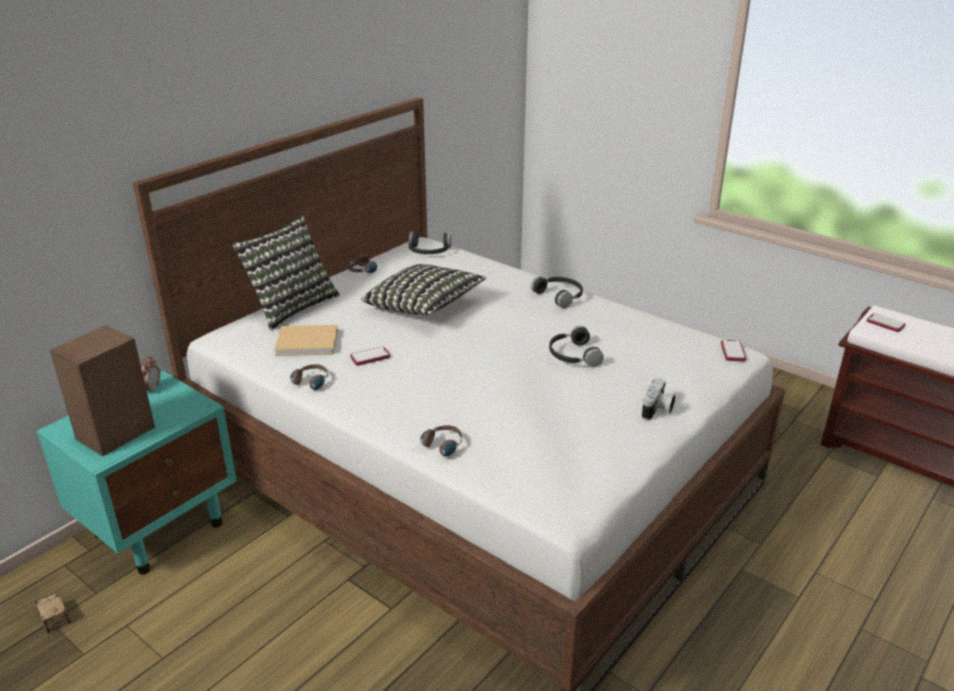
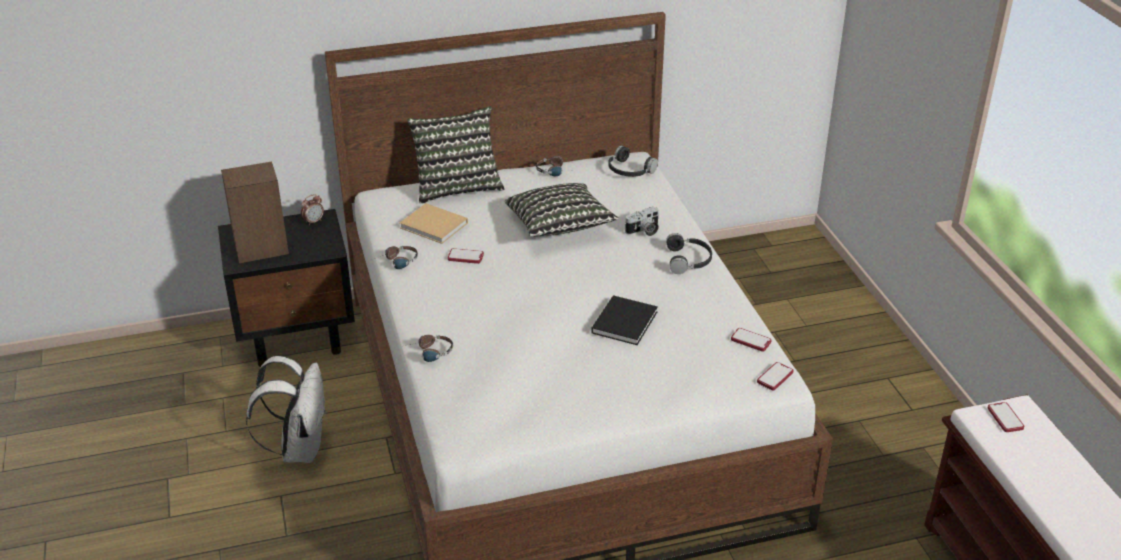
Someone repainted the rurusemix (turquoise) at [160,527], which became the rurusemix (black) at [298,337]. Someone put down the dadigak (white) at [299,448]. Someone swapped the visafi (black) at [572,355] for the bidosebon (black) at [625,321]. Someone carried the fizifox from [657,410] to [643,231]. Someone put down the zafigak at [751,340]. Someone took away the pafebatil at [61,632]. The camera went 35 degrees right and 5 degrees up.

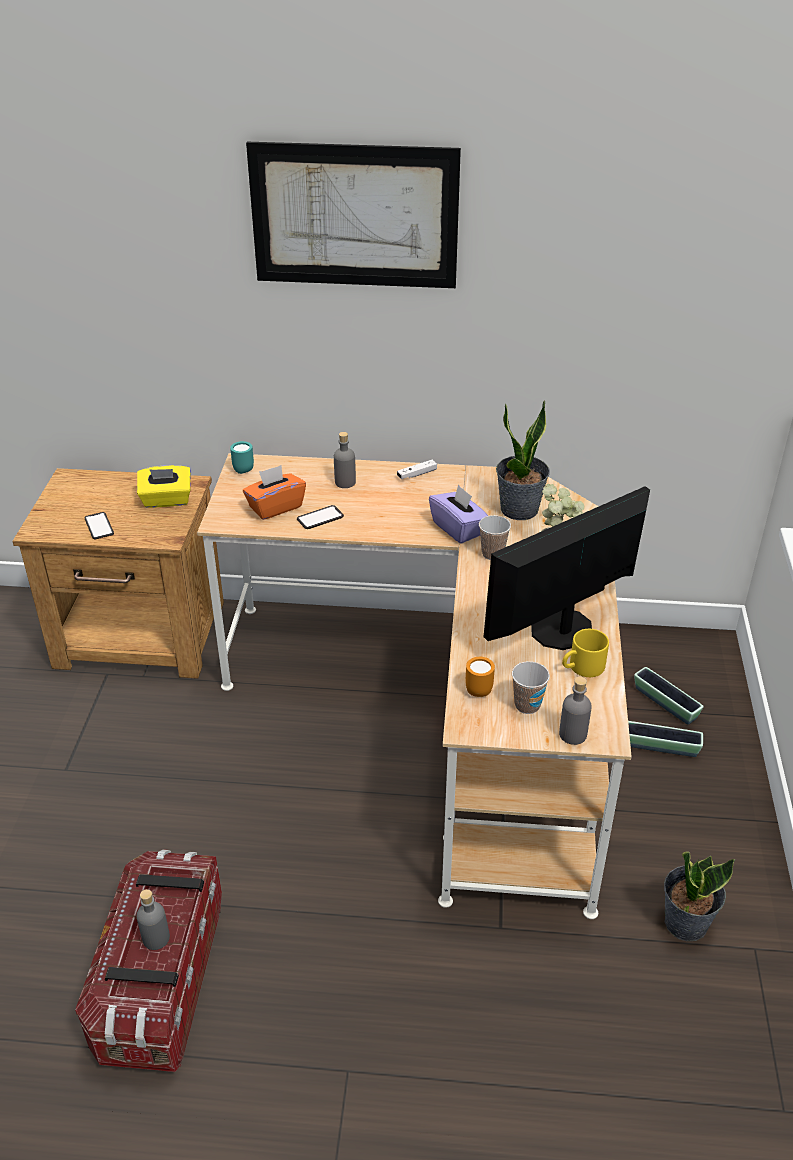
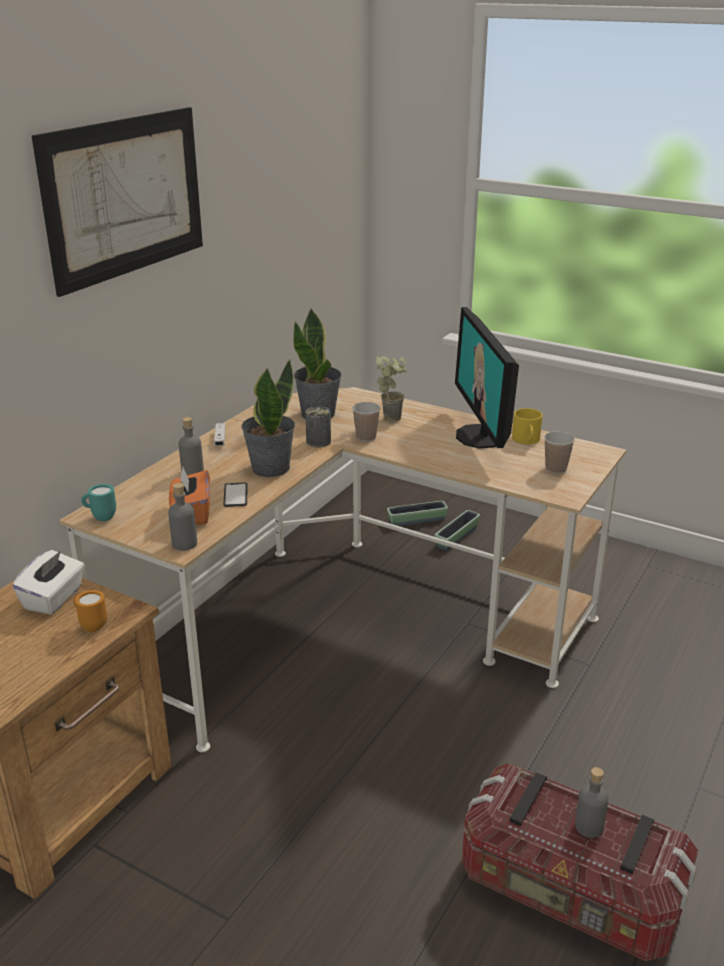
Someone repainted the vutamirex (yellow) at [166,500], which became the vutamirex (white) at [54,598]. Someone carried the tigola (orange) from [478,689] to [91,626]. Someone carried the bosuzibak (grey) from [573,734] to [184,544]. Someone carried the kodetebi from [685,922] to [270,468]. Someone swapped the vutamirex (purple) at [458,528] for the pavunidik at [318,441]. Someone took away the zafigak at [99,526]. The camera went 65 degrees left and 10 degrees down.

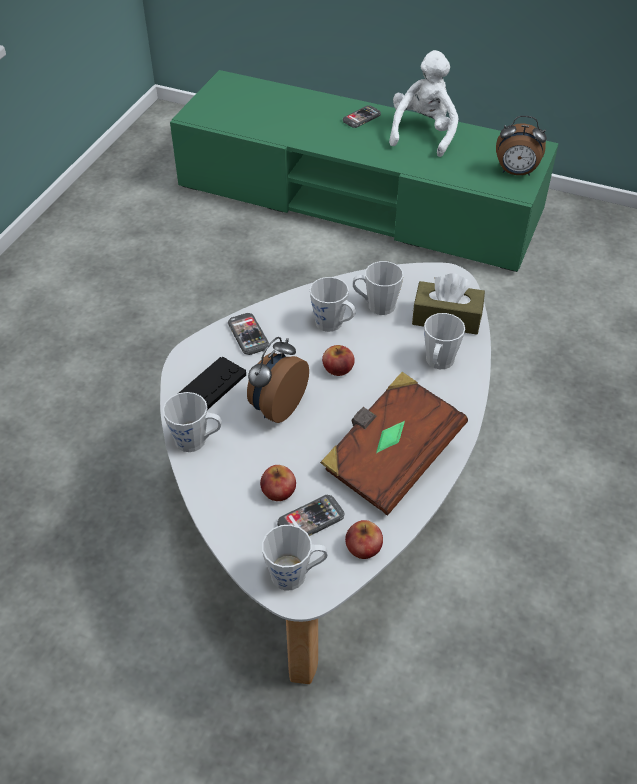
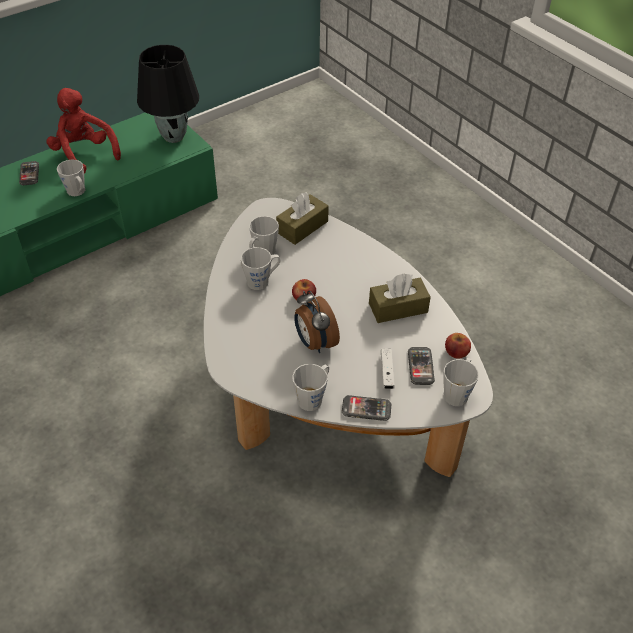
Someone repainted the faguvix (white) at [423,133], which became the faguvix (red) at [84,154]. Someone carried the tigola (grey) from [438,363] to [78,192]. Someone swapped the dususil at [516,173] for the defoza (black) at [174,136]. Someone carried the zafigak from [248,335] to [366,409]. Someone swapped the bidosebon (brown) at [390,458] for the vutamirex (brown) at [398,308]. Someone swapped the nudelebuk at [278,490] for the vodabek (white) at [387,372]. Someone took away the vodabek (black) at [212,386]. The camera went 60 degrees left and 0 degrees up.

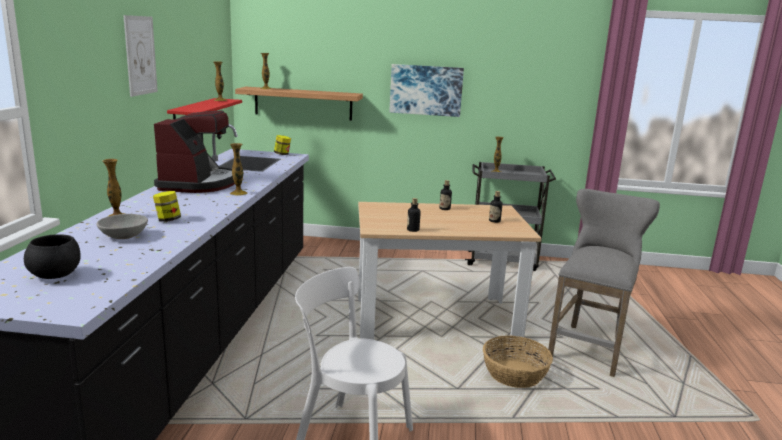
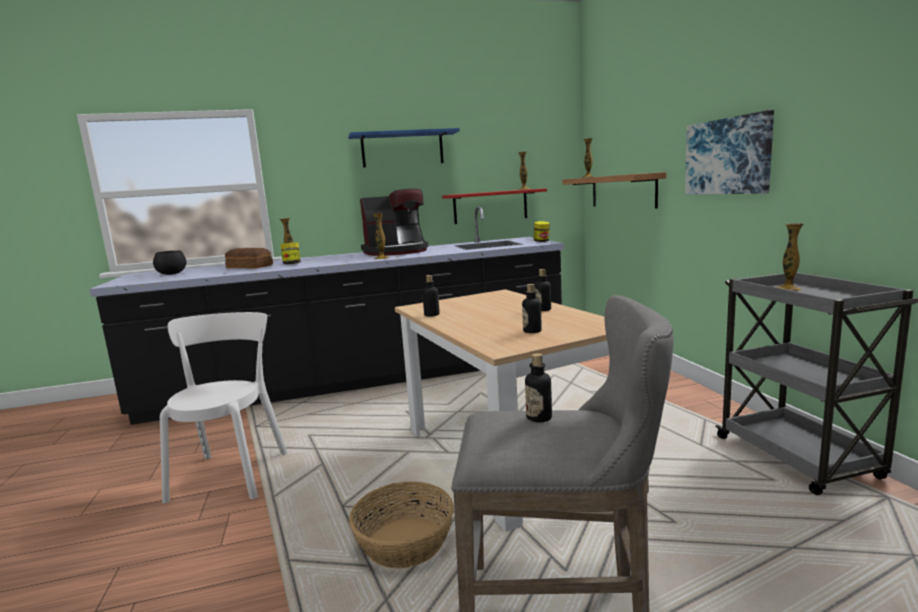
Someone swapped the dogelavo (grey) at [124,236] for the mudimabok at [249,267]. Someone swapped the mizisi at [140,55] for the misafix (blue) at [402,149]. Someone put down the bosuzibak at [539,418]. The camera went 70 degrees right and 5 degrees down.

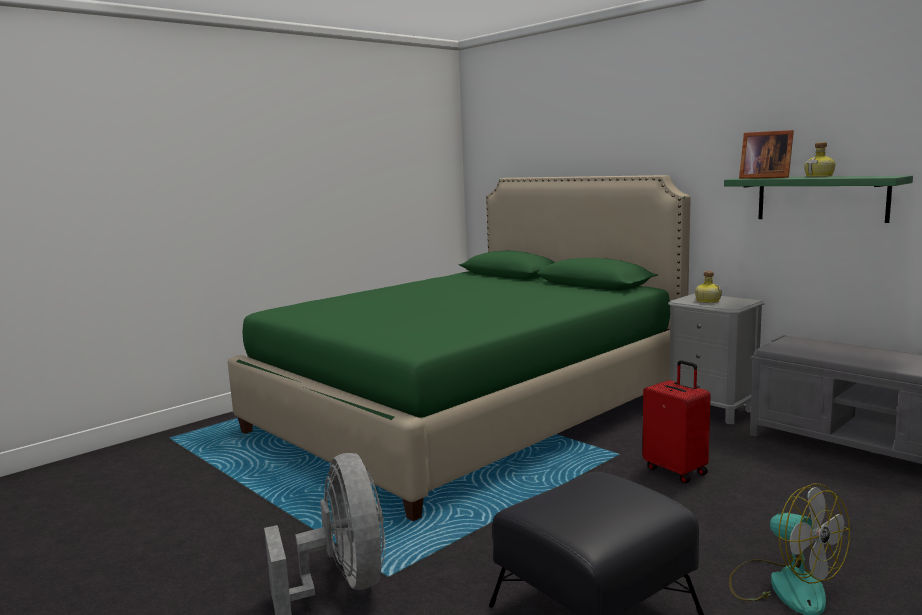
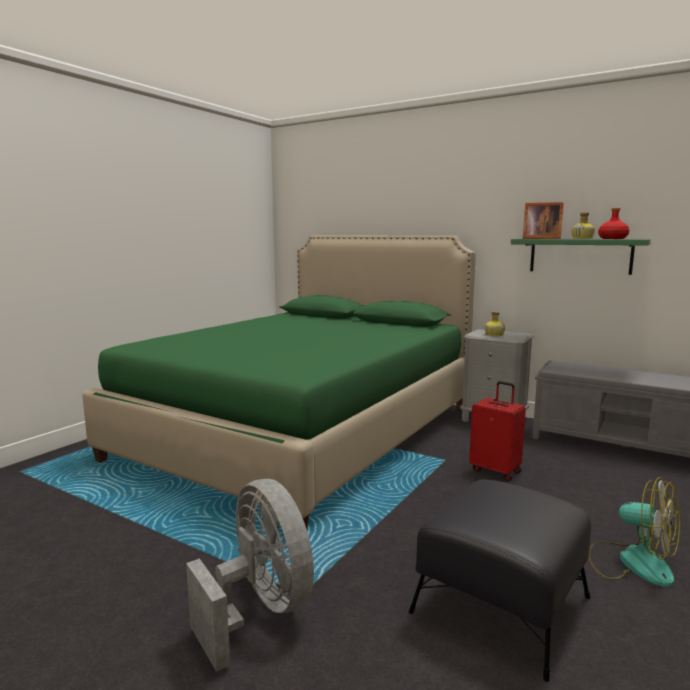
Someone put down the bosuzibak (red) at [613,238]. The camera went 15 degrees left and 0 degrees up.

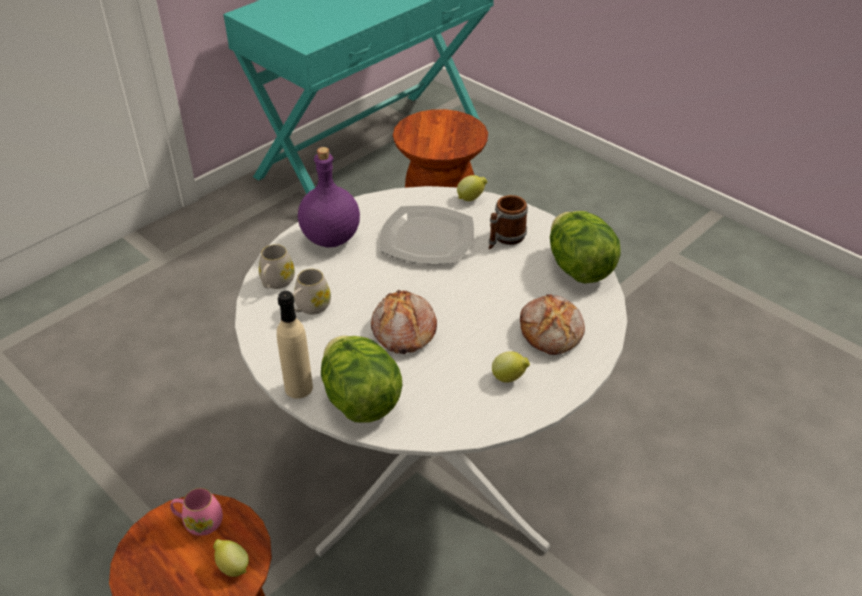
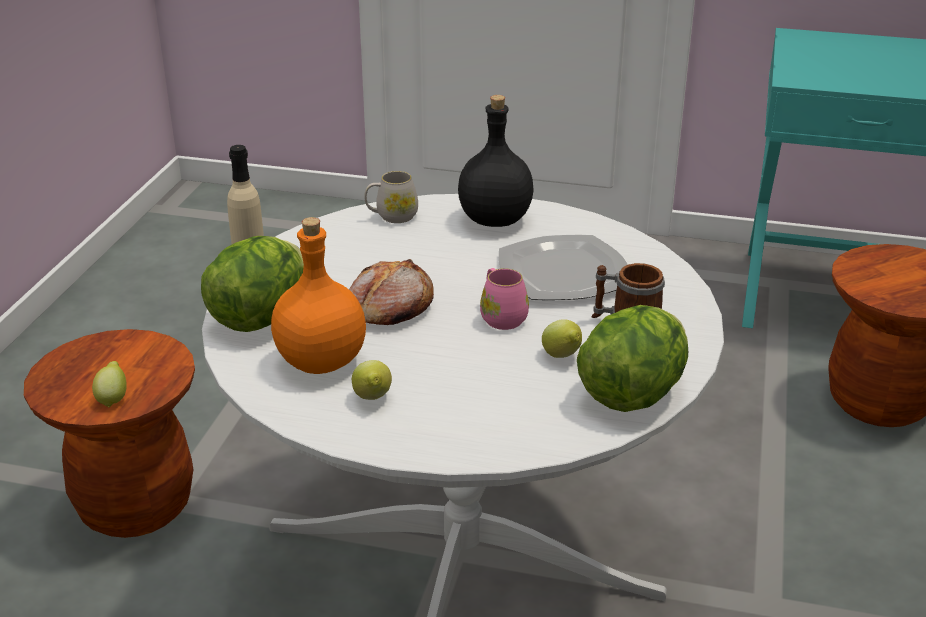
Someone put down the bosuzibak (orange) at [321,363]. Someone repainted the bosuzibak (purple) at [332,238], which became the bosuzibak (black) at [496,220]. Someone carried the tigola (pink) from [199,522] to [501,316]. Someone carried the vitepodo from [471,198] to [562,357]. Someone took away the tigola (white) at [310,308]. Someone took away the mudimabok at [552,331]. The camera went 60 degrees right and 10 degrees down.

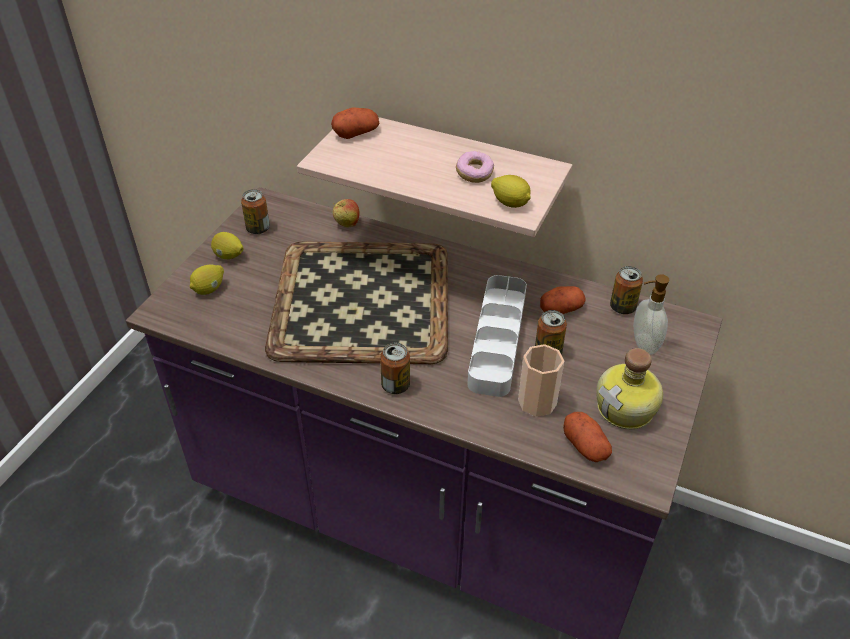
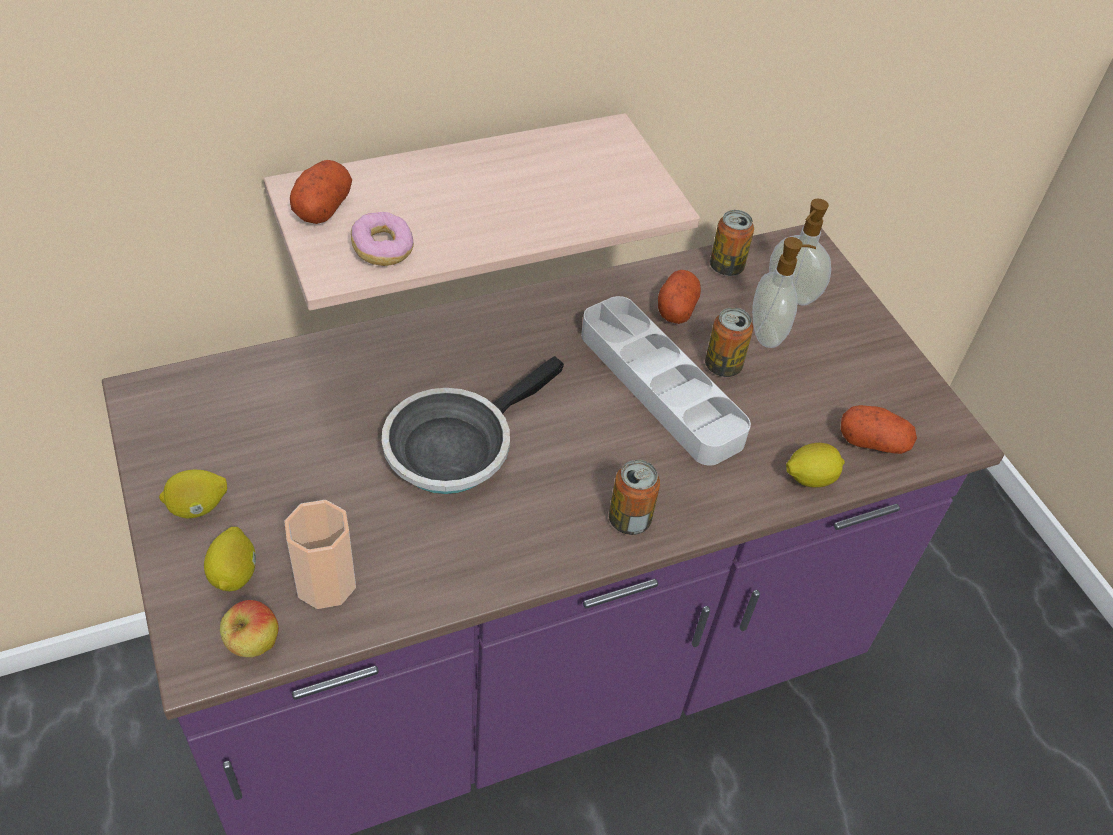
Someone carried the nudelebuk from [347,224] to [253,645]. Someone carried the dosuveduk from [537,402] to [326,583]. Someone carried the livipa from [474,174] to [383,250]. Someone swapped the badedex at [360,300] for the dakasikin at [455,446]. Someone put down the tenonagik at [768,333]. Someone carried the vitepodo from [510,203] to [809,478]. Someone took away the pavunidik at [258,228]. Someone took away the bosuzibak at [627,409]. The camera went 50 degrees left and 5 degrees up.

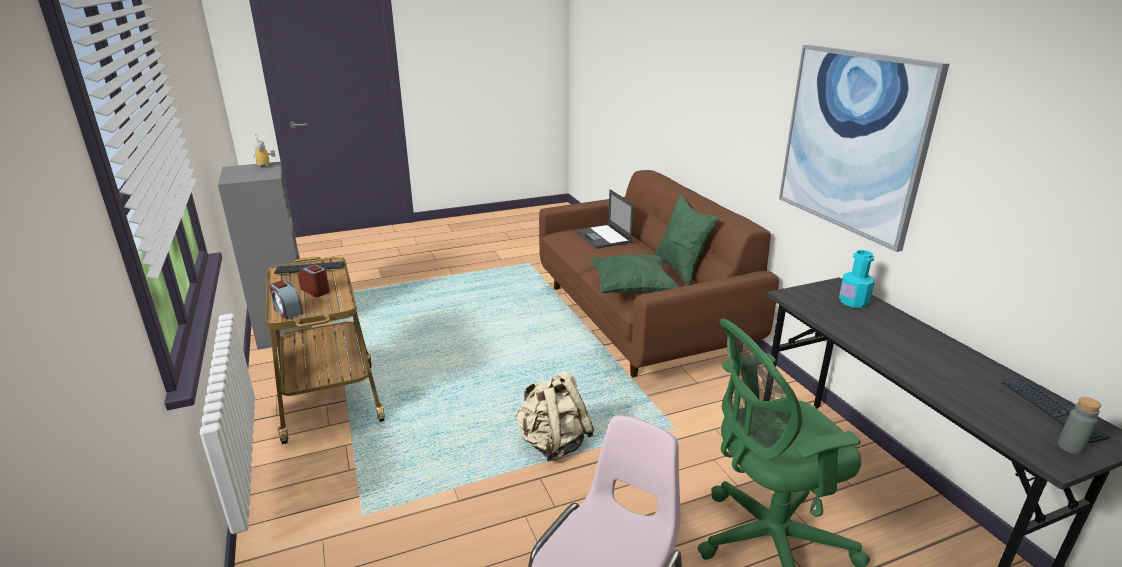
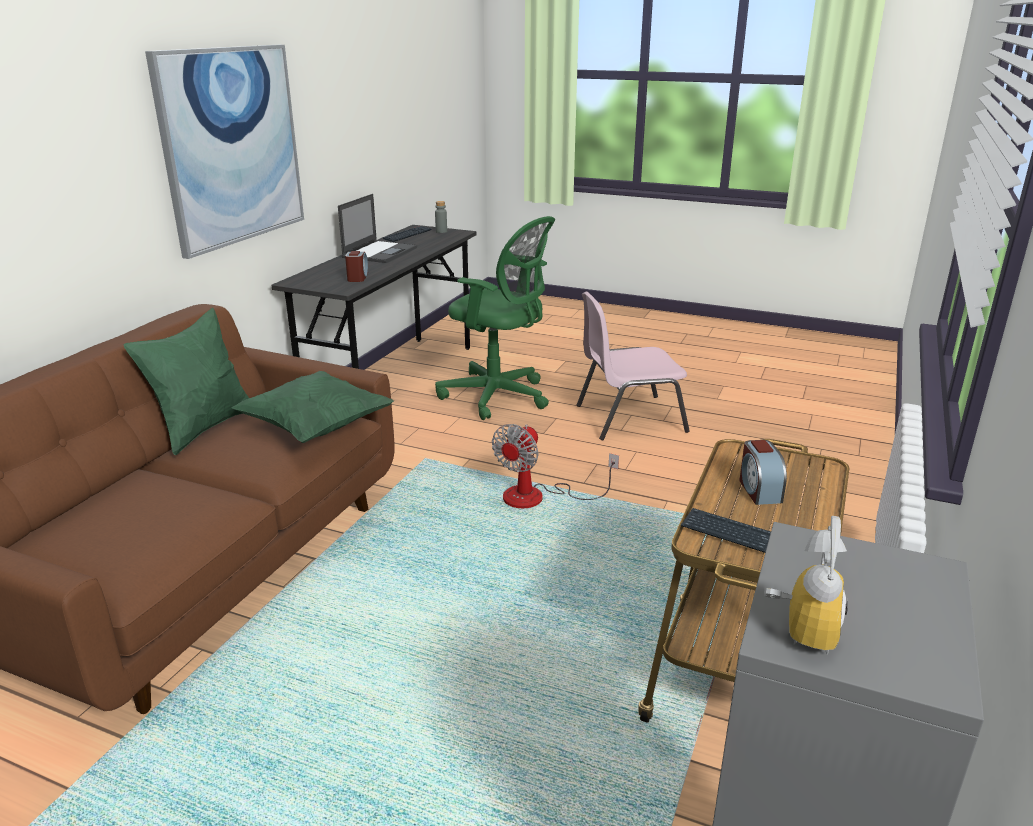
Someone carried the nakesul from [603,237] to [380,252]. Someone carried the dususil from [287,311] to [357,277]. Someone swapped the dadigak (beige) at [553,444] for the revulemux at [538,497]. Someone took away the bosuzibak (turquoise) at [853,302]. The camera went 135 degrees left and 0 degrees up.

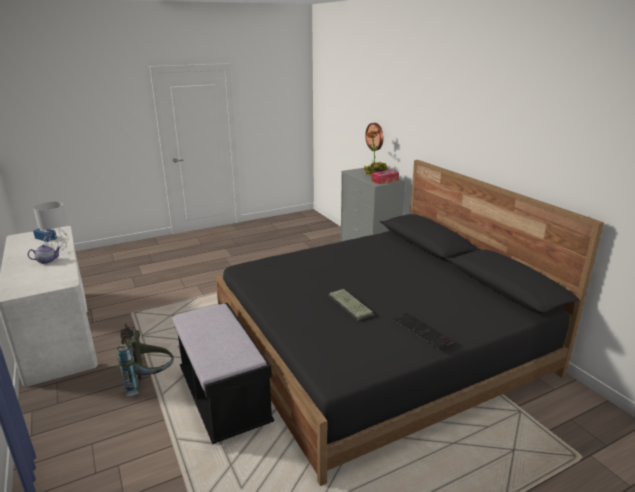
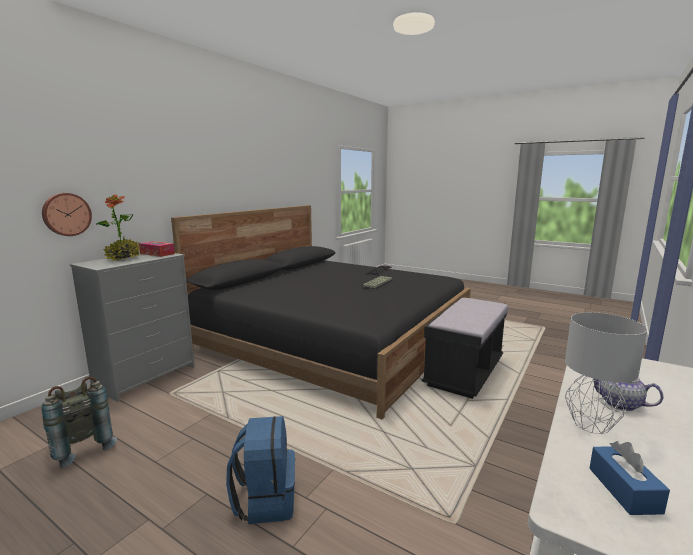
Someone carried the dadigak (grey) from [150,382] to [80,447]. Someone put down the dadigak (blue) at [265,500]. The camera went 120 degrees left and 10 degrees down.

